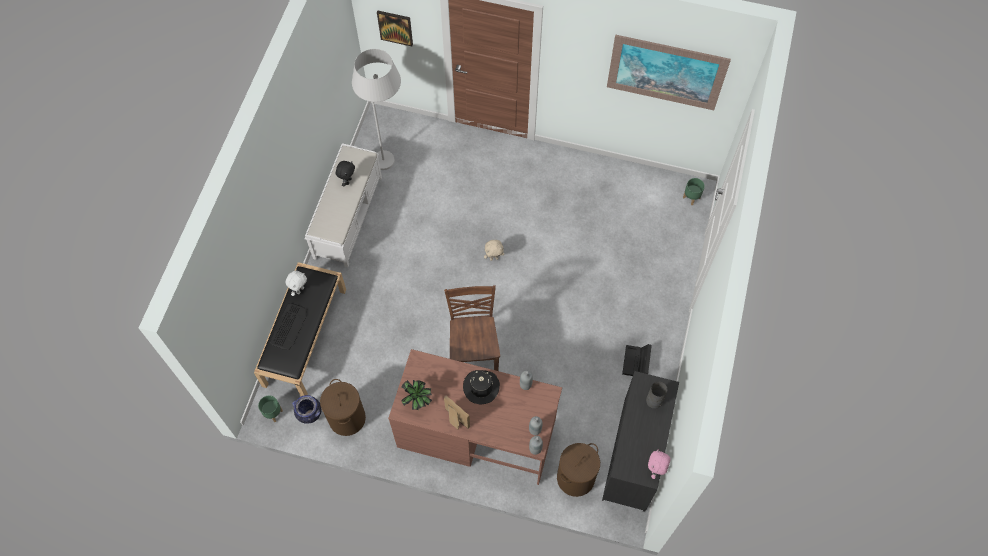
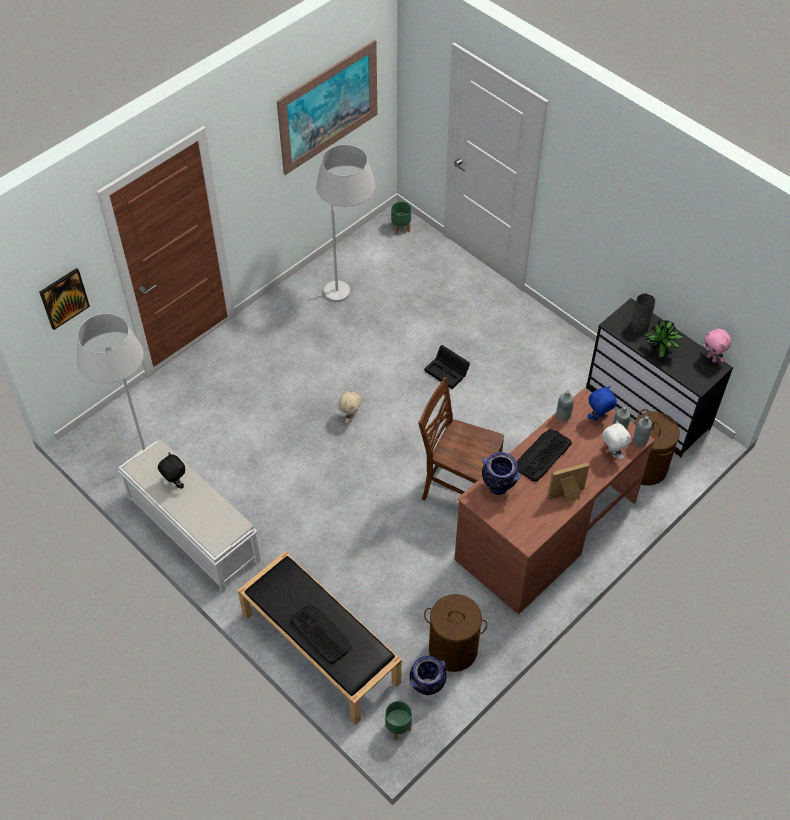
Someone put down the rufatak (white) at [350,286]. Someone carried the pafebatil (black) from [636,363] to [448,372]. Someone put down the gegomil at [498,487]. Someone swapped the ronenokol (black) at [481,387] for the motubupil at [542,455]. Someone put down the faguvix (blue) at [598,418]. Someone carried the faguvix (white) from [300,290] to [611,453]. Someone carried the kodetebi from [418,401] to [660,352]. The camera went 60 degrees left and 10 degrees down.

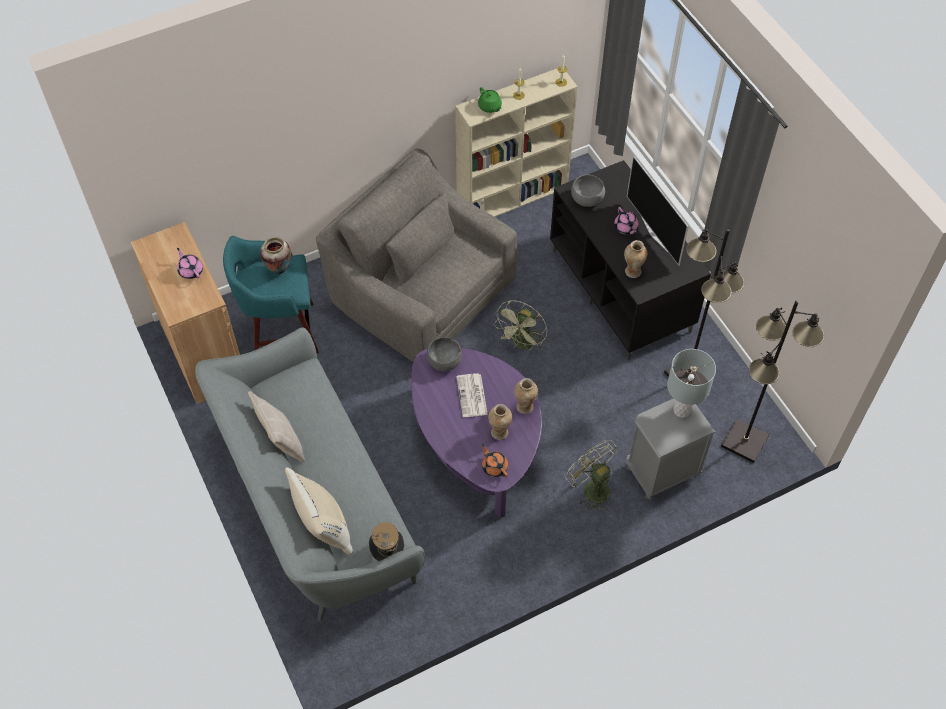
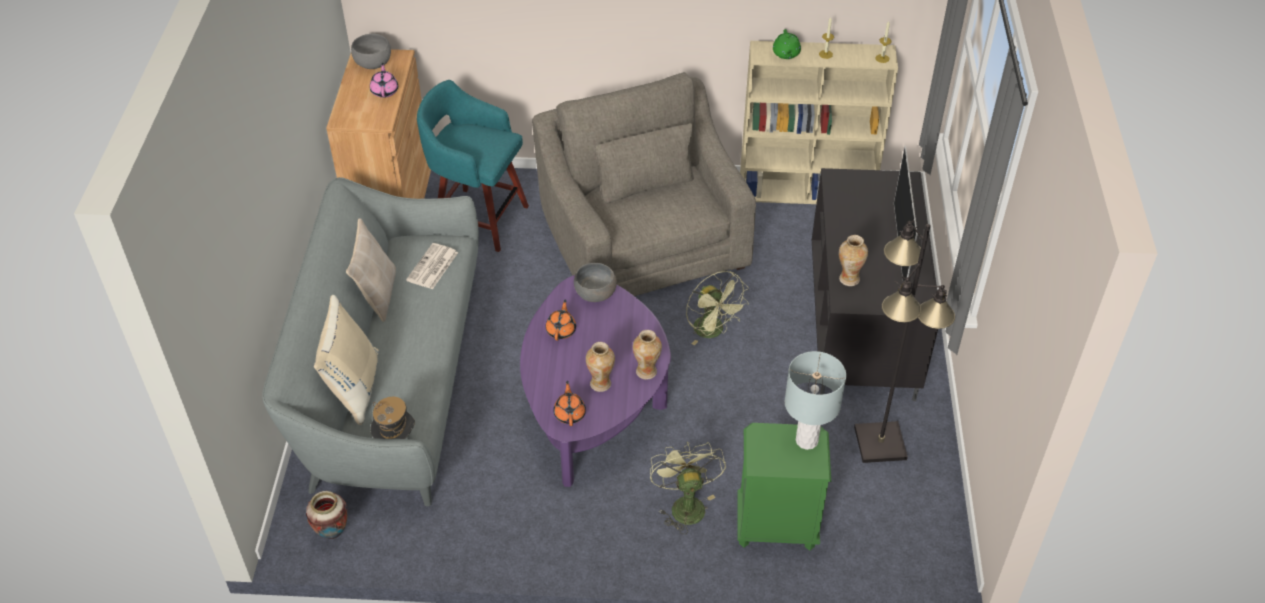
Someone carried the gegomil from [279,270] to [332,533]. Someone carried the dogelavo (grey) from [587,199] to [373,63]. Someone carried the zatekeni from [472,396] to [432,267]. Someone put down the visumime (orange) at [561,330]. Someone rotated the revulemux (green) at [522,344] by 90 degrees counterclockwise. Someone repainted the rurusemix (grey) at [660,472], which became the rurusemix (green) at [776,526]. Someone took away the visumime (pink) at [625,228]. Someone took away the rufatak (black) at [744,442]. The camera went 30 degrees right and 10 degrees down.

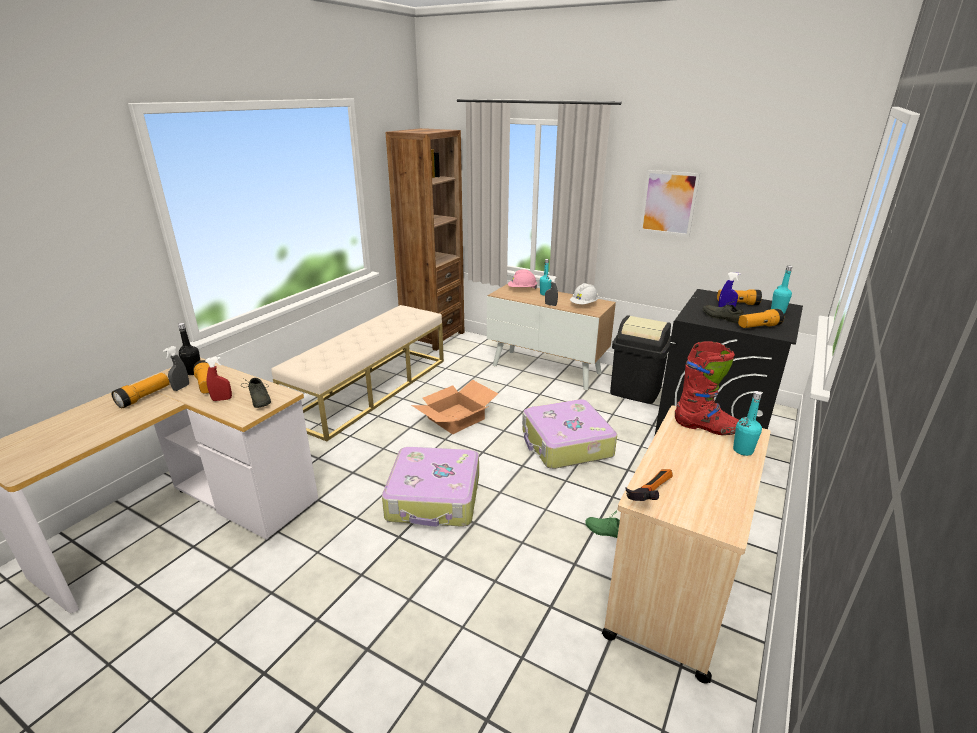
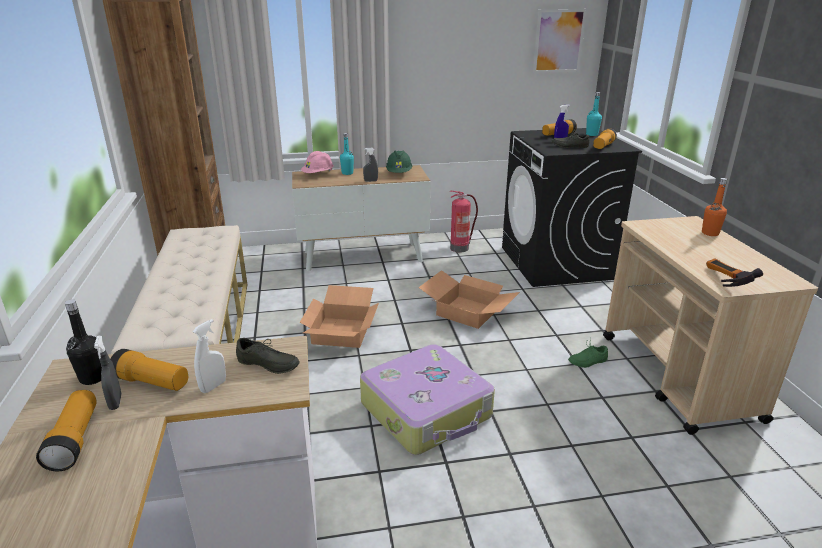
Someone repainted the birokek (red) at [222,399], which became the birokek (white) at [213,386]. Someone repainted the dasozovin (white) at [584,304], which became the dasozovin (green) at [399,173]. Someone swapped the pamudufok at [566,444] for the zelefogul at [468,311]. Someone swapped the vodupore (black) at [636,390] for the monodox at [460,248]. Someone carried the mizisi from [668,203] to [559,41]. Someone repainted the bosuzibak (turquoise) at [743,450], which became the bosuzibak (orange) at [710,233]. Someone took away the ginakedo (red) at [707,427]. The camera went 40 degrees left and 0 degrees up.

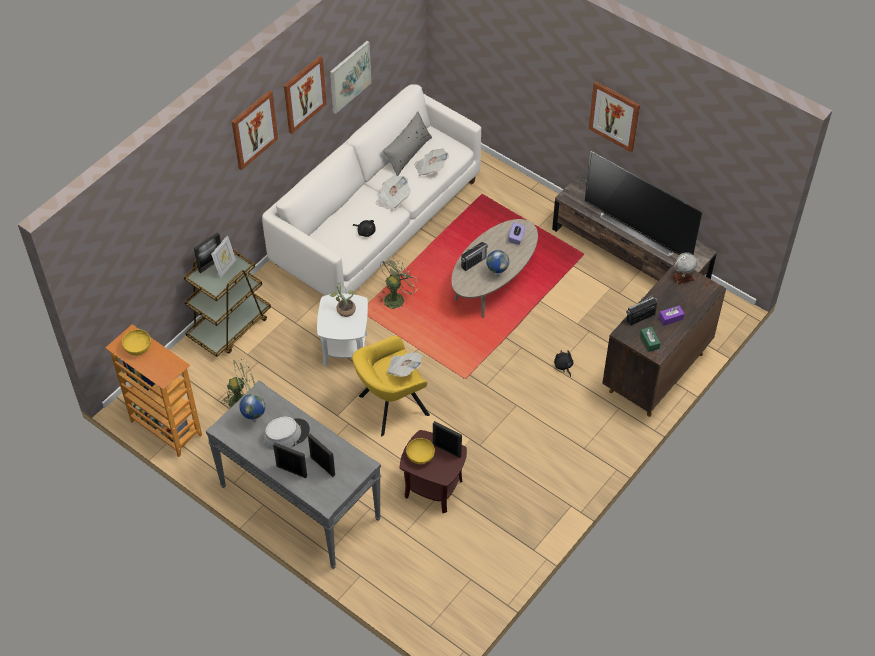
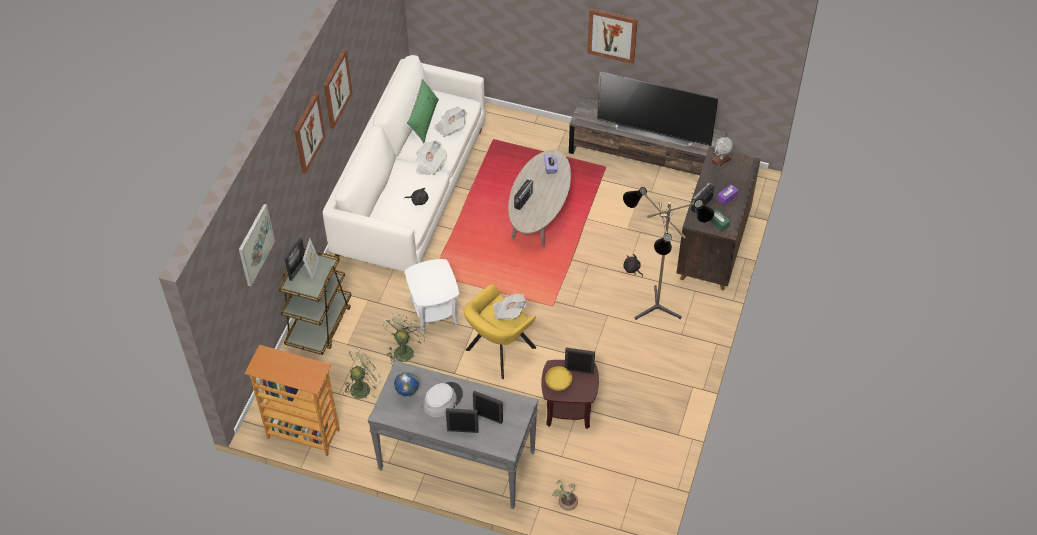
Someone carried the mizisi from [349,76] to [255,244]. Someone carried the revulemux (green) from [396,297] to [404,349]. Someone repainted the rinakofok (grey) at [407,153], which became the rinakofok (green) at [424,120]. Someone carried the kodetebi from [344,309] to [565,502]. Someone put down the rufatak at [655,312]. Someone took away the dogelavo (yellow) at [138,347]. Someone took away the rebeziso at [496,275]. The camera went 20 degrees left and 0 degrees up.

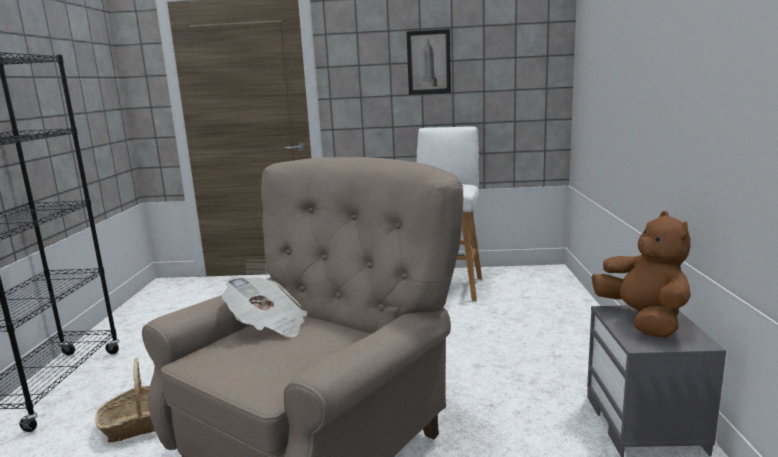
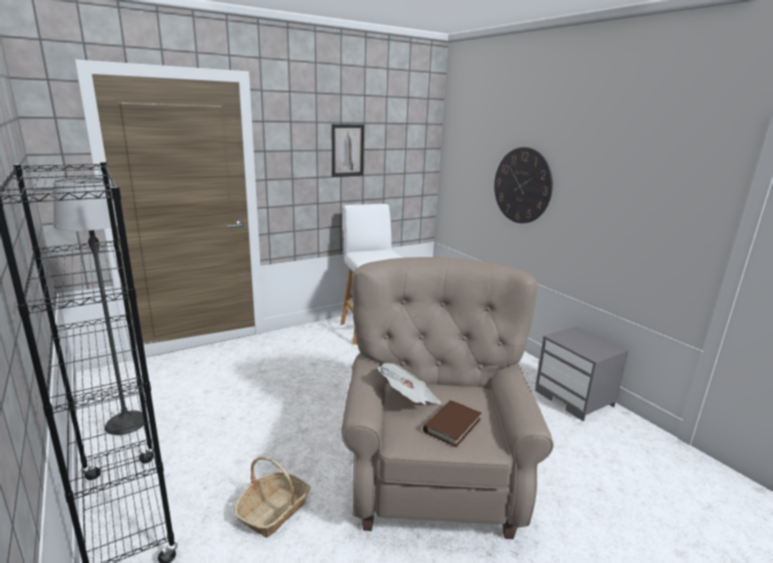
Someone put down the rufatak at [126,423]. Someone put down the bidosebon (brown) at [452,425]. Someone put up the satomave at [522,185]. Someone took away the faguvix (brown) at [643,320]. The camera went 35 degrees left and 5 degrees up.

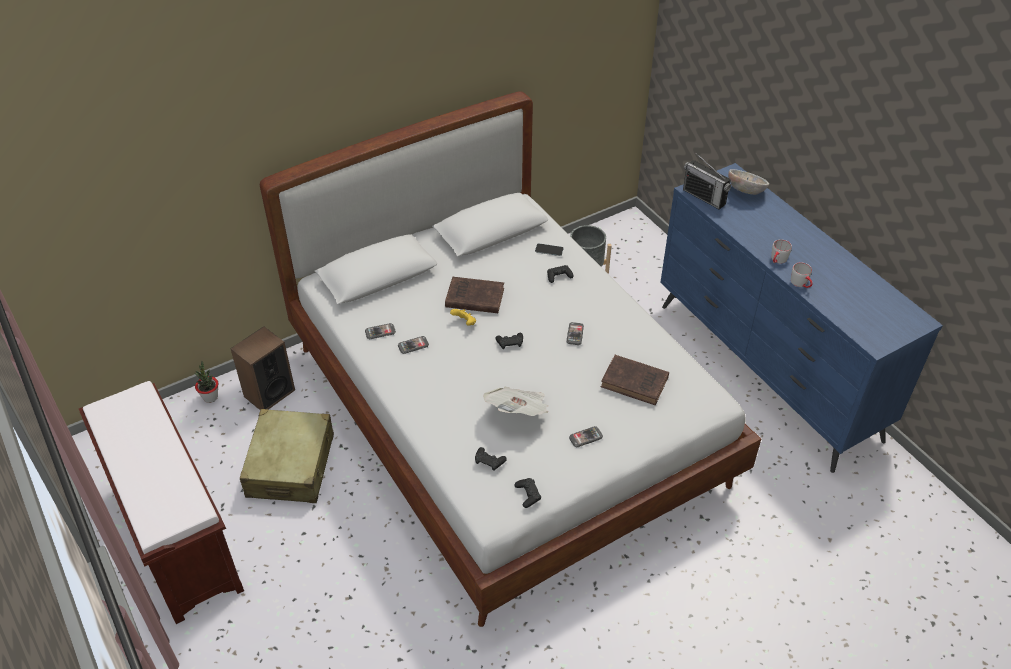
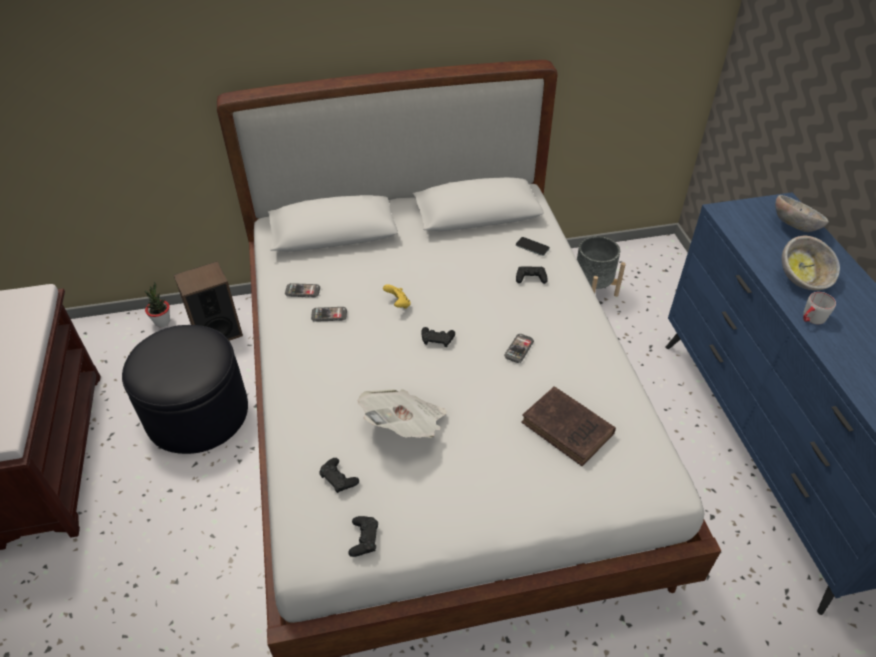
Someone swapped the pamudufok (beige) at [291,466] for the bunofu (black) at [197,413]. Someone put down the dogelavo at [803,279]. Someone took away the bidosebon (brown) at [473,298]. Someone took away the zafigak at [585,437]. Someone took away the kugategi at [704,197]. Someone took away the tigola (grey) at [801,284]. The camera went 20 degrees right and 0 degrees up.

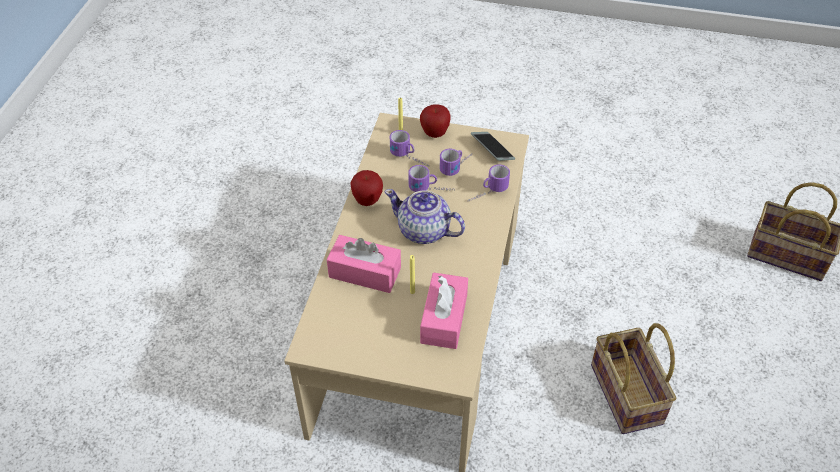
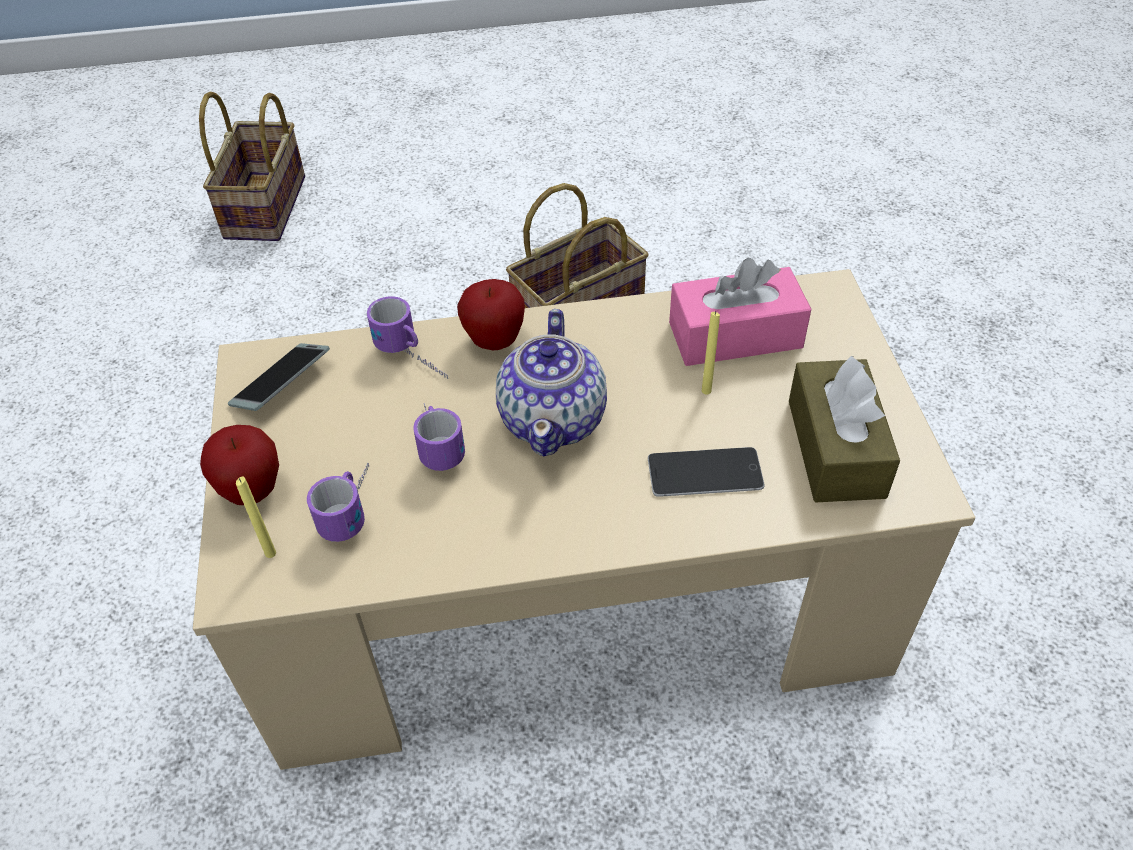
Someone carried the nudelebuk from [367,200] to [494,341]. Someone swapped the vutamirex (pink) at [365,272] for the zafigak at [705,472]. Someone put down the vutamirex (brown) at [835,448]. Someone took away the tigola at [457,167]. The camera went 110 degrees left and 0 degrees up.

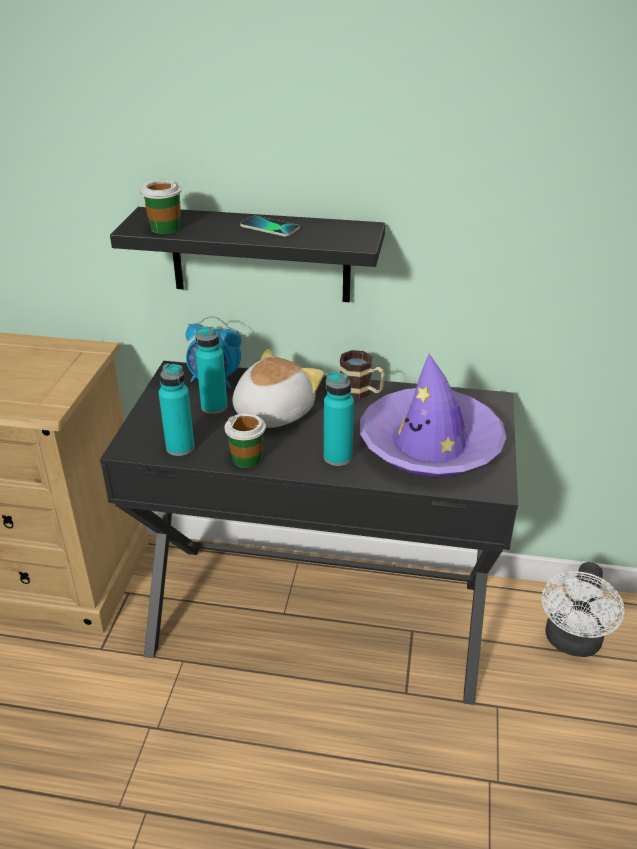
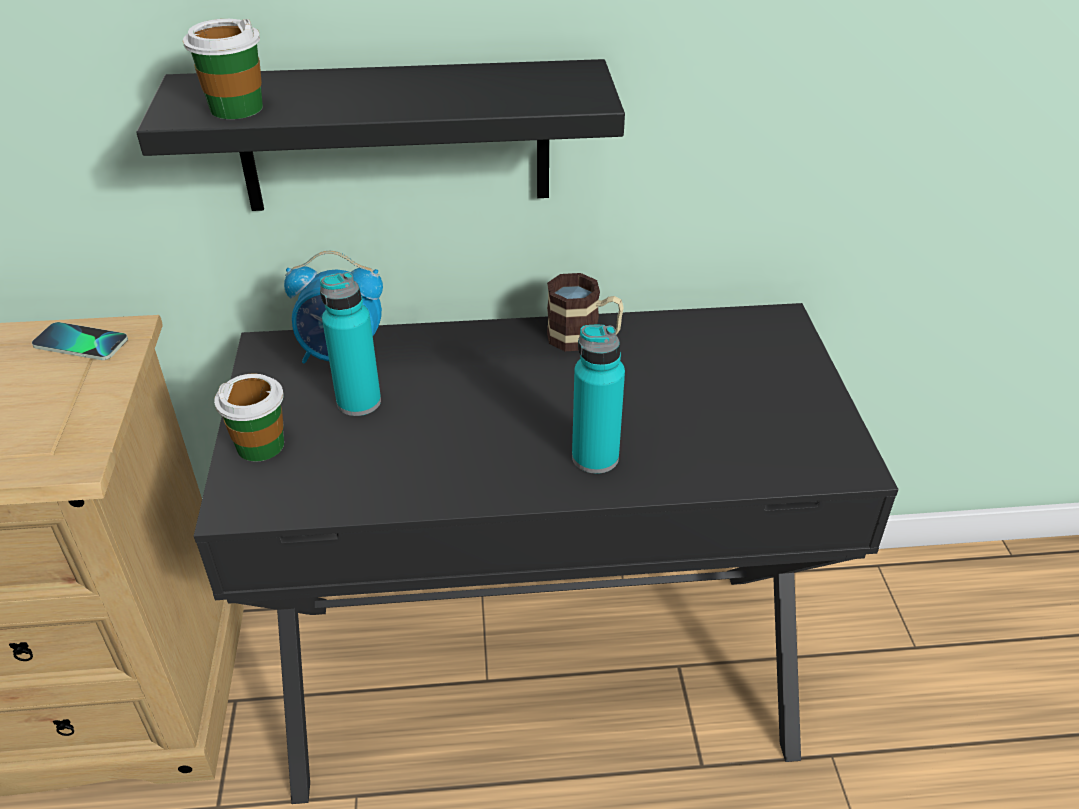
Someone carried the zafigak from [269,228] to [80,343]. Someone carried the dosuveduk from [247,458] to [261,445]. Someone took away the bosuzibak (turquoise) at [180,447]. Someone took away the faguvix at [272,413]. Someone took away the ronenokol (purple) at [430,445]. Someone took away the revulemux (white) at [572,643]. The camera went 15 degrees left and 5 degrees up.

